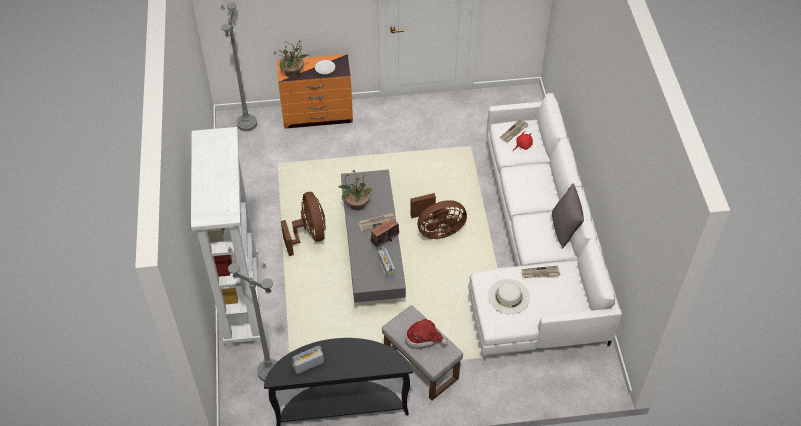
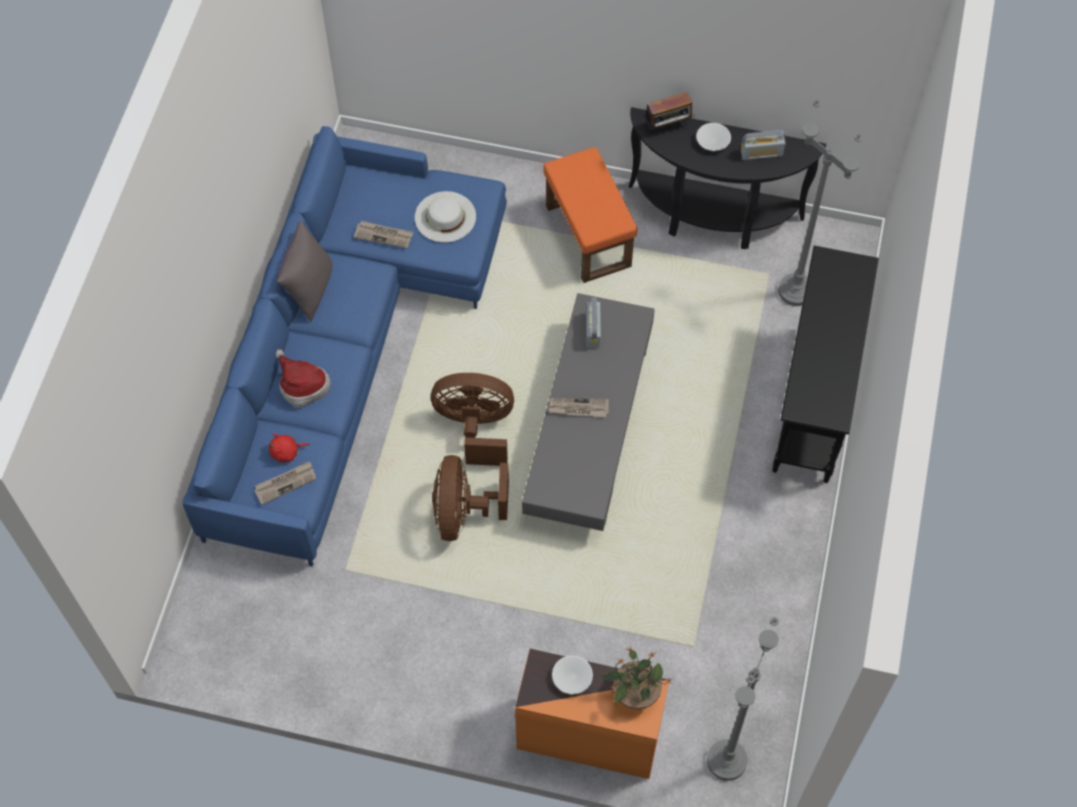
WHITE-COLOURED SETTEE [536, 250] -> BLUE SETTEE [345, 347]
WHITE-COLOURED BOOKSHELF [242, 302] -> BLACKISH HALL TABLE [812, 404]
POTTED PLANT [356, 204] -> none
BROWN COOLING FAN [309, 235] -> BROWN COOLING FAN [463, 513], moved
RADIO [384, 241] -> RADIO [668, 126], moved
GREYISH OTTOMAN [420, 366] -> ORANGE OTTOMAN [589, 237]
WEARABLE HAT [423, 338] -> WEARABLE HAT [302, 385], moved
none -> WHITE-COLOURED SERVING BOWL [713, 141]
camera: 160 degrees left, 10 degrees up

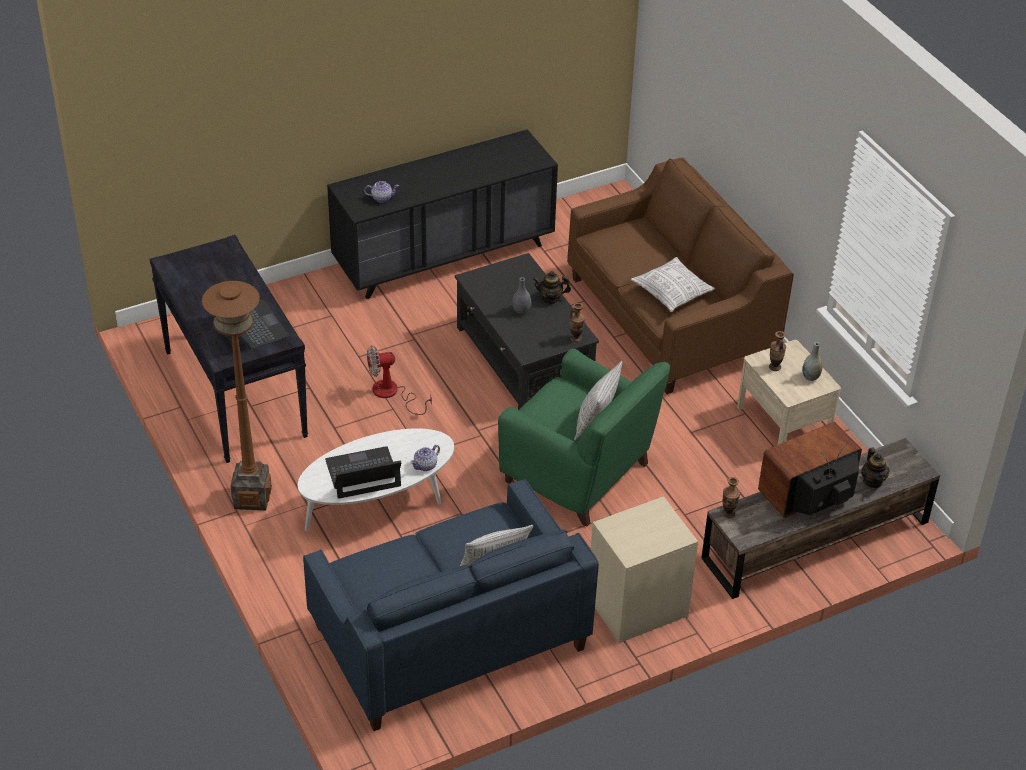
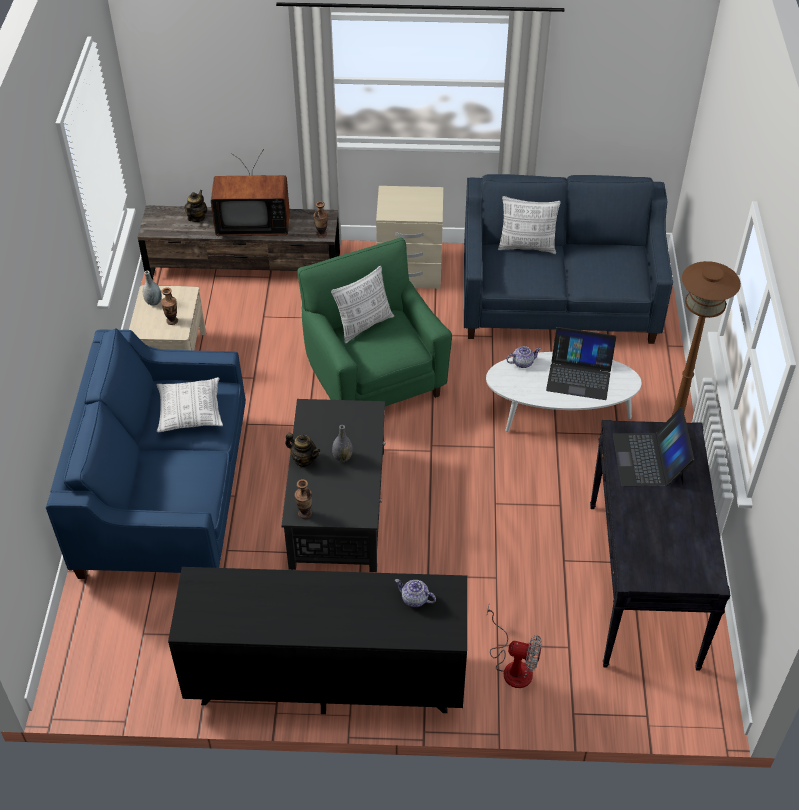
BROWN SETTEE [670, 317] -> BLUE SETTEE [164, 494]
DECORATIVE VASE [576, 338] -> DECORATIVE VASE [305, 513], moved
COOLING FAN [392, 394] -> COOLING FAN [513, 665], moved
camera: 150 degrees left, 5 degrees up

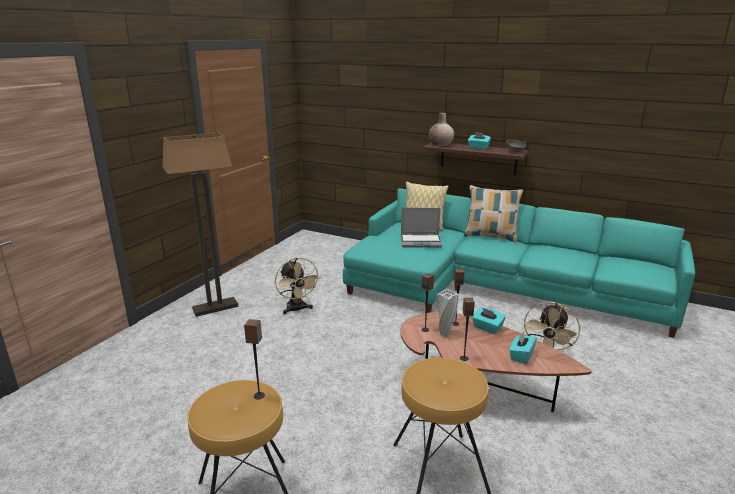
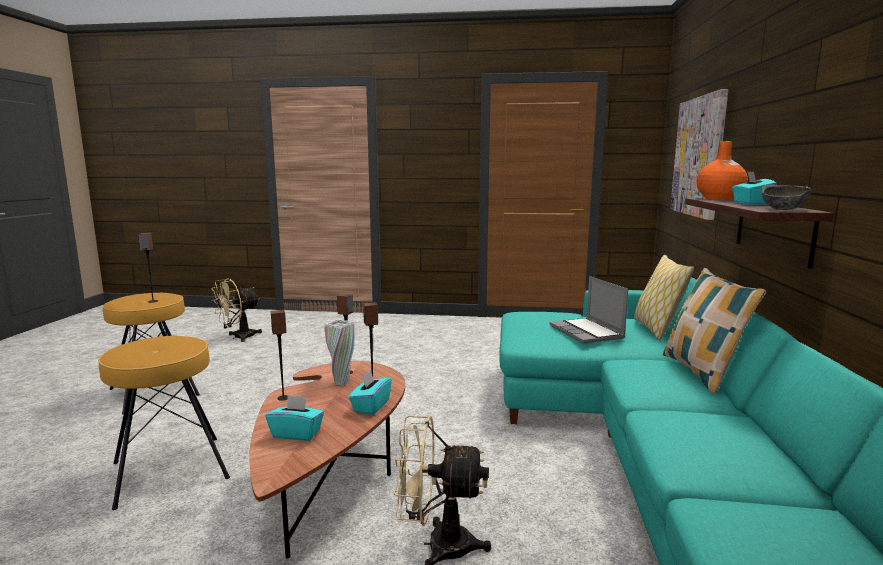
BEIGE DECORATIVE VASE [441, 144] -> ORANGE DECORATIVE VASE [719, 199]
STANDARD LAMP [215, 308] -> none
BEIGE COOLING FAN [297, 310] -> BEIGE COOLING FAN [238, 337], moved
none -> PICTURE [699, 156]
camera: 70 degrees right, 10 degrees down

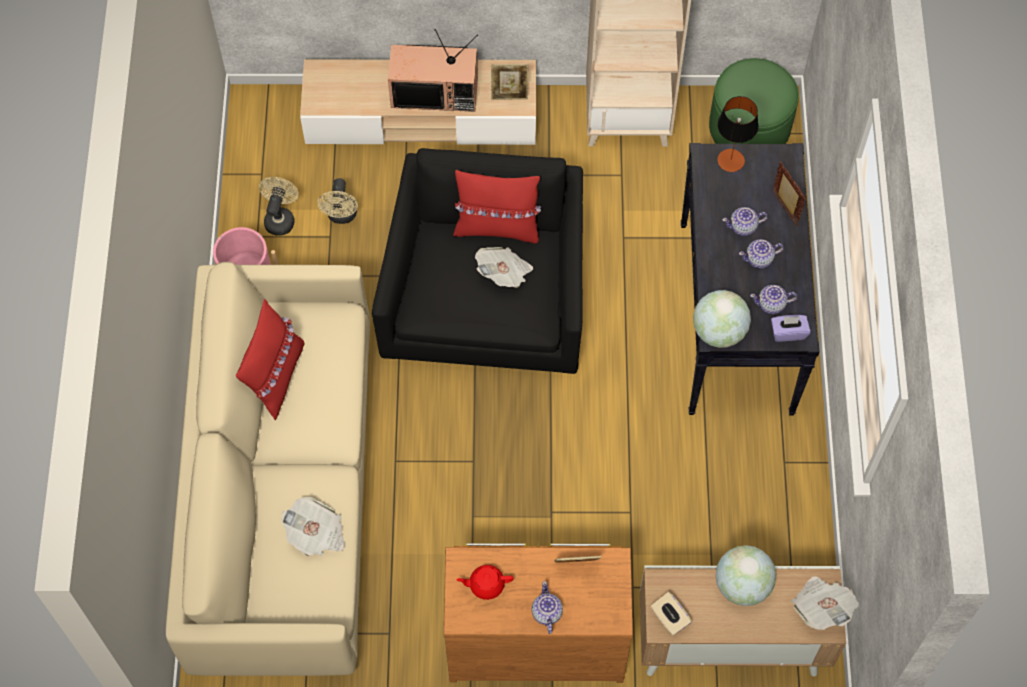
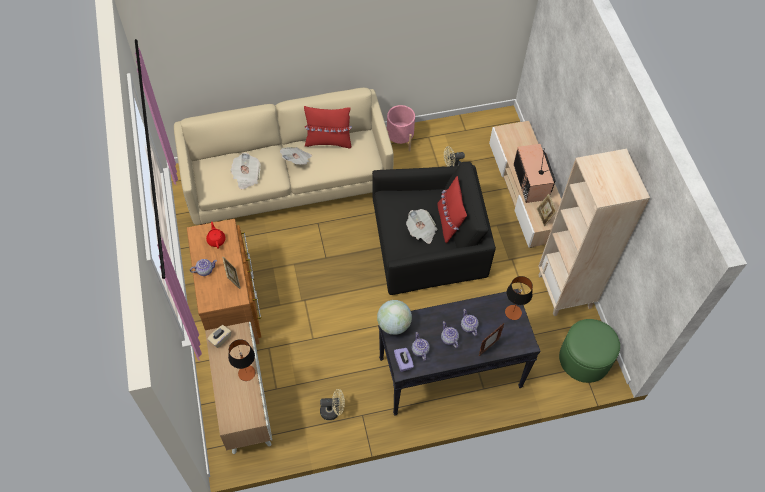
BEIGE COOLING FAN [280, 218] -> BEIGE COOLING FAN [333, 411], moved
DESK GLOBE [742, 585] -> TABLETOP LAMP [246, 373]
NEWSPAPER [821, 607] -> NEWSPAPER [297, 160], moved
camera: 75 degrees right, 5 degrees down

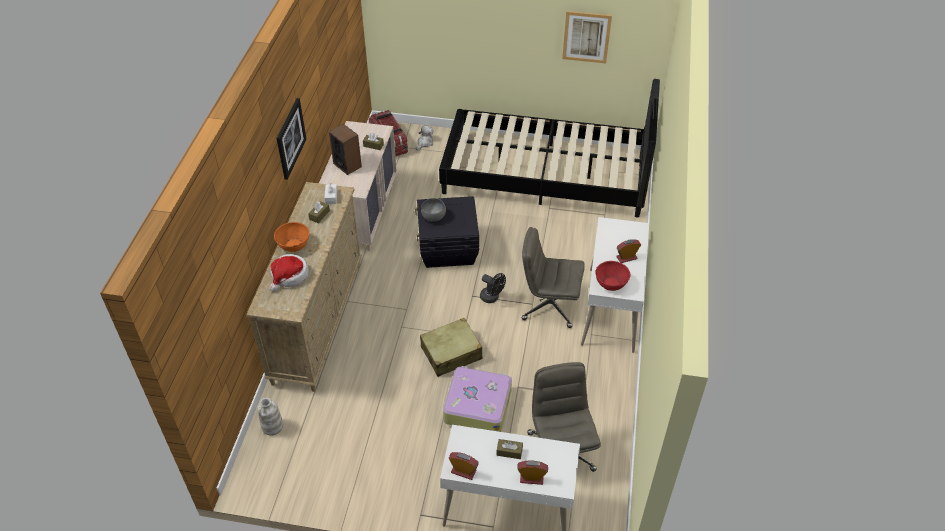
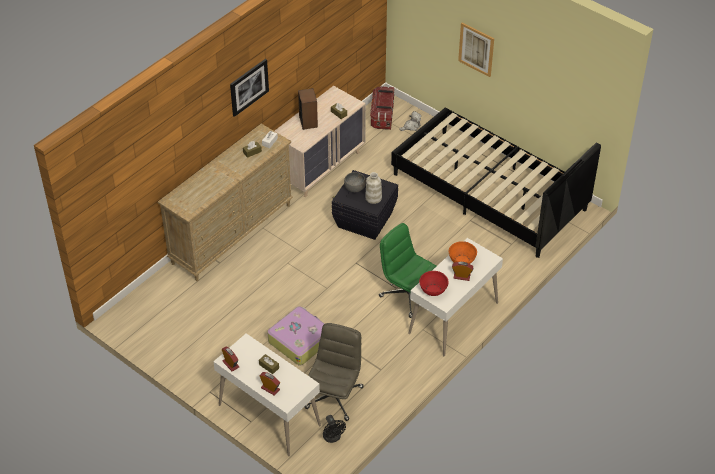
PICTURE [586, 37] -> PICTURE [476, 49], moved
ORANGE SERVING BOWL [294, 245] -> ORANGE SERVING BOWL [462, 260], moved
GREYISH OFFICE CHAIR [549, 306] -> GREEN-COLOURED OFFICE CHAIR [408, 295]
WEARABLE HAT [289, 276] -> none
BLACKISH COOLING FAN [492, 298] -> BLACKISH COOLING FAN [333, 438], moved
BEIGE TRAVEL CASE [451, 353] -> none
WHITE-COLOURED DECORATIVE VASE [272, 427] -> WHITE-COLOURED DECORATIVE VASE [373, 198], moved
camera: 30 degrees right, 0 degrees up

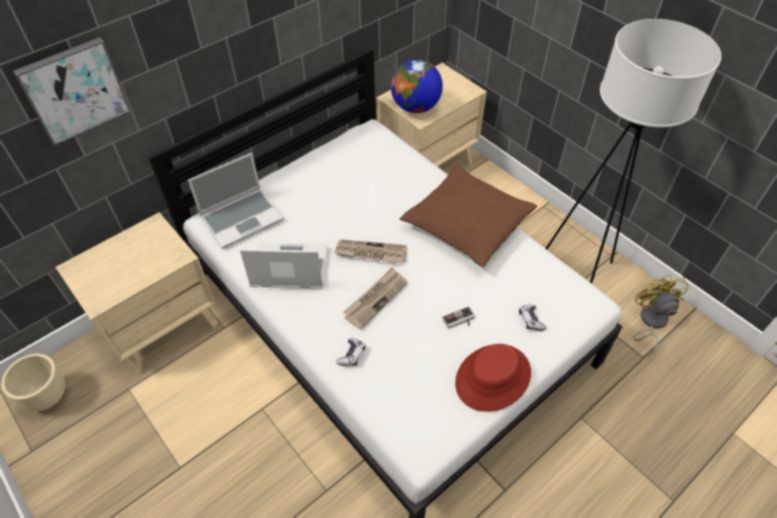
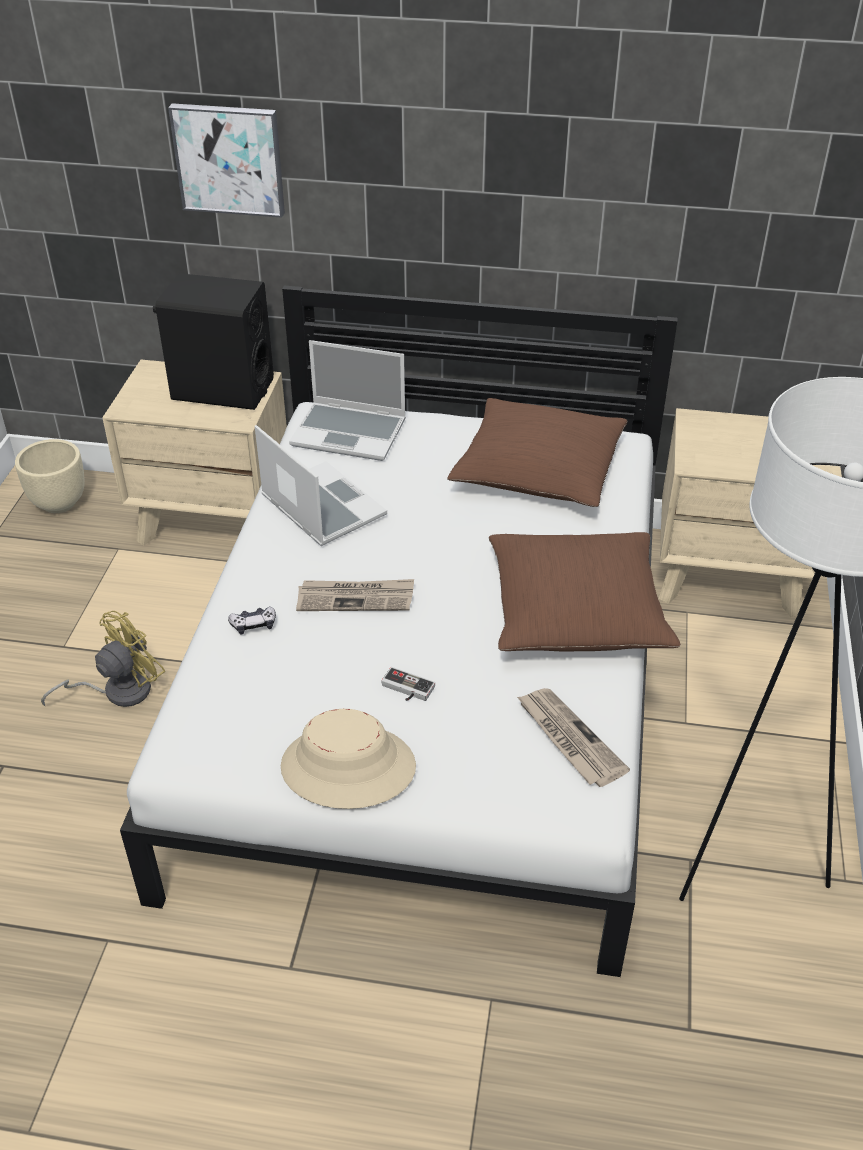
DESK GLOBE [415, 107] -> none
NEWSPAPER [370, 253] -> NEWSPAPER [569, 739], moved
YELLOW COOLING FAN [650, 322] -> YELLOW COOLING FAN [118, 691], moved
GAMEPAD [531, 320] -> none
RED WEARABLE HAT [493, 378] -> BEIGE WEARABLE HAT [348, 767]
none -> BLACKISH AUDIO SPEAKER [222, 389]
none -> BROWN THROW PILLOW [538, 470]
camera: 50 degrees right, 10 degrees down

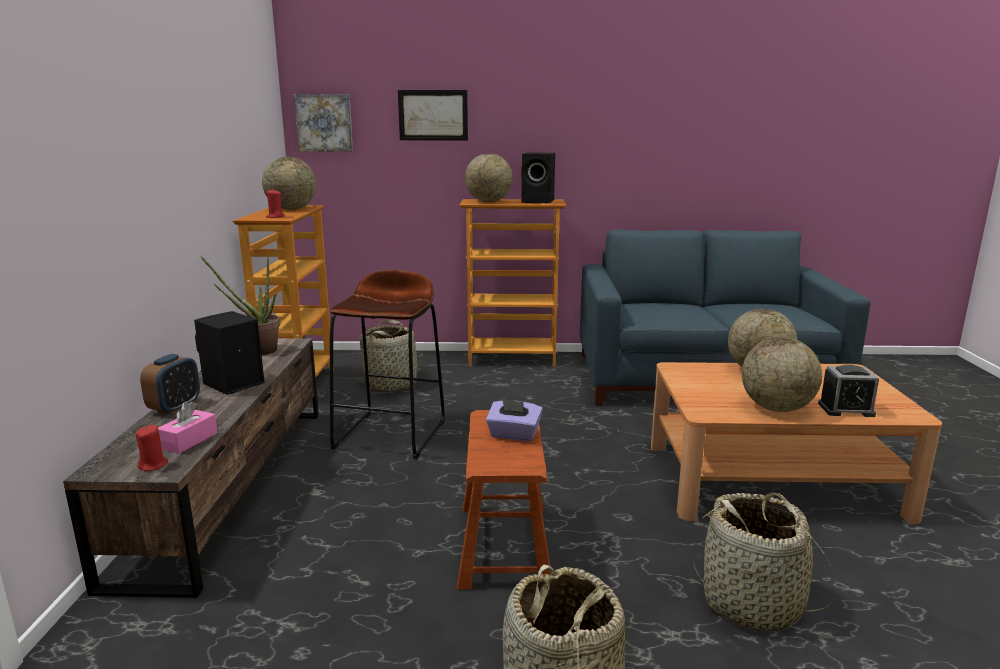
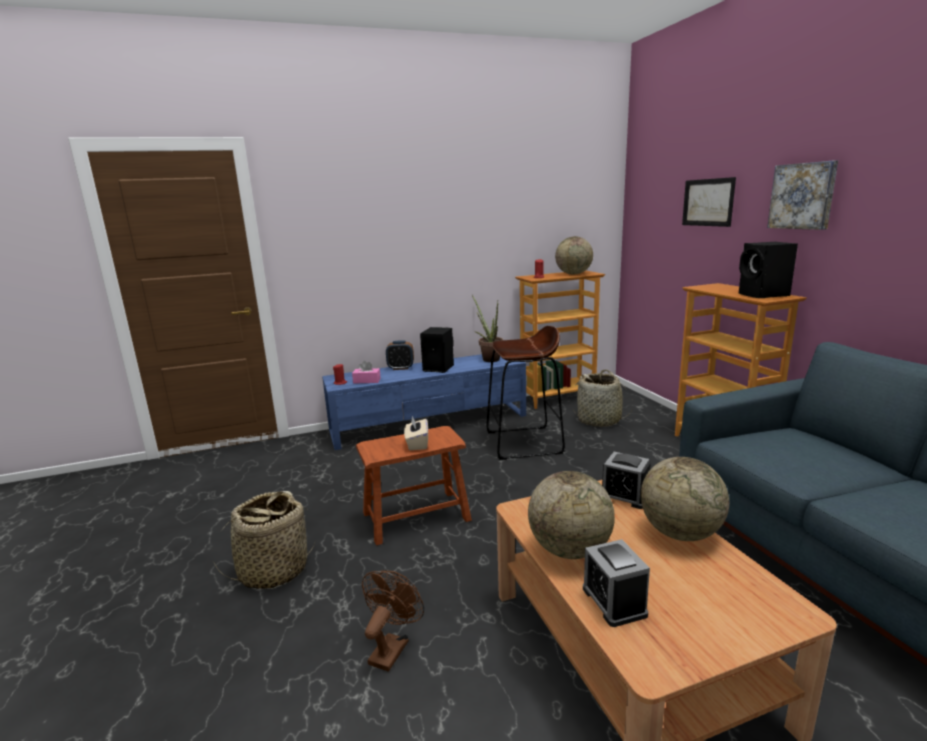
PICTURE [324, 123] -> PICTURE [803, 196], moved
DESK GLOBE [488, 201] -> none
BROWN MEDIA CONSOLE [231, 483] -> BLUE MEDIA CONSOLE [430, 423]
PURPLE BOX OF TISSUES [513, 435] -> BEIGE BOX OF TISSUES [417, 444]
BASKET [752, 604] -> BROWN COOLING FAN [392, 647]
none -> TABLE CLOCK [624, 496]
camera: 70 degrees right, 0 degrees up

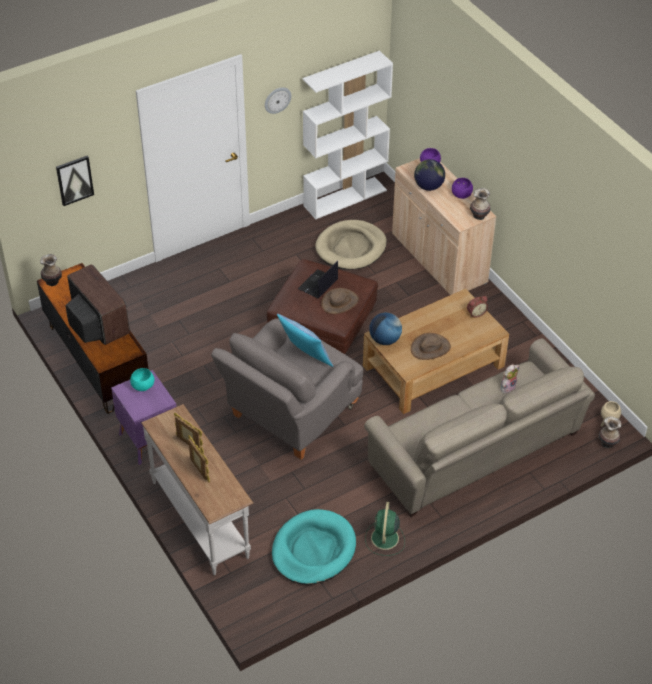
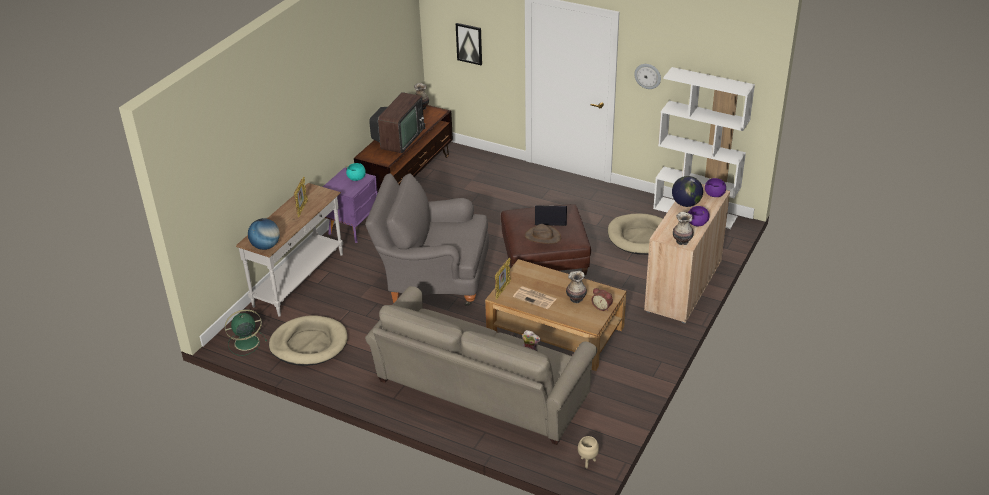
DESK GLOBE [385, 340] -> DESK GLOBE [266, 246], moved
THROW PILLOW [305, 358] -> none
BROWN WEARABLE HAT [430, 348] -> NEWSPAPER [535, 298]
DECORATIVE VASE [607, 443] -> DECORATIVE VASE [576, 299], moved
STANDING FRAME [199, 470] -> STANDING FRAME [502, 290], moved
GREEN-COLOURED COOLING FAN [384, 539] -> GREEN-COLOURED COOLING FAN [245, 343], moved
TURQUOISE DOG BED [313, 550] -> BEIGE DOG BED [309, 344]
camera: 60 degrees right, 10 degrees down

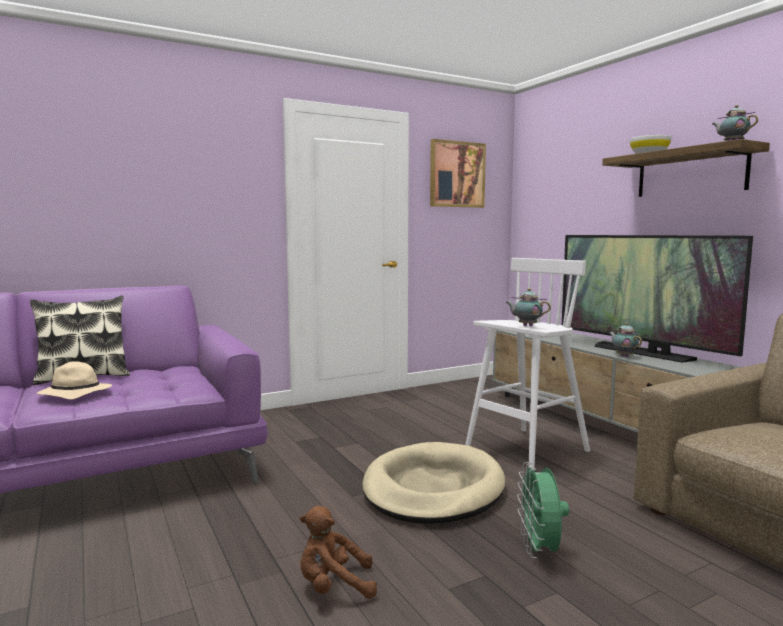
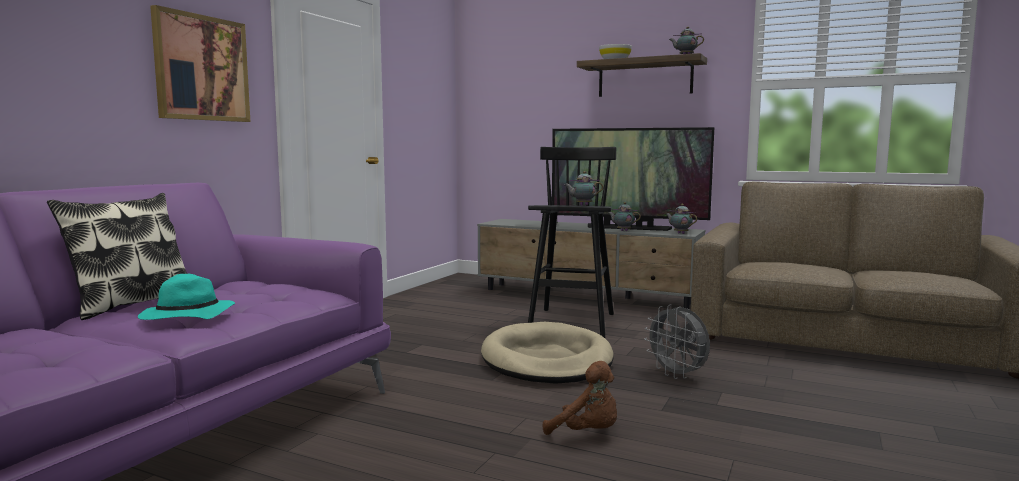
PICTURE [457, 174] -> PICTURE [201, 68], moved
WHITE-COLOURED STOOL [525, 452] -> BLACKISH STOOL [572, 324]
BEIGE WEARABLE HAT [74, 394] -> TURQUOISE WEARABLE HAT [186, 317]
GREEN-COLOURED COOLING FAN [539, 550] -> GREYISH COOLING FAN [677, 375]
BROWN SOFT TOY [334, 587] -> BROWN SOFT TOY [587, 433], 105 degrees counterclockwise
none -> TEAPOT [680, 233]
camera: 35 degrees left, 0 degrees up

